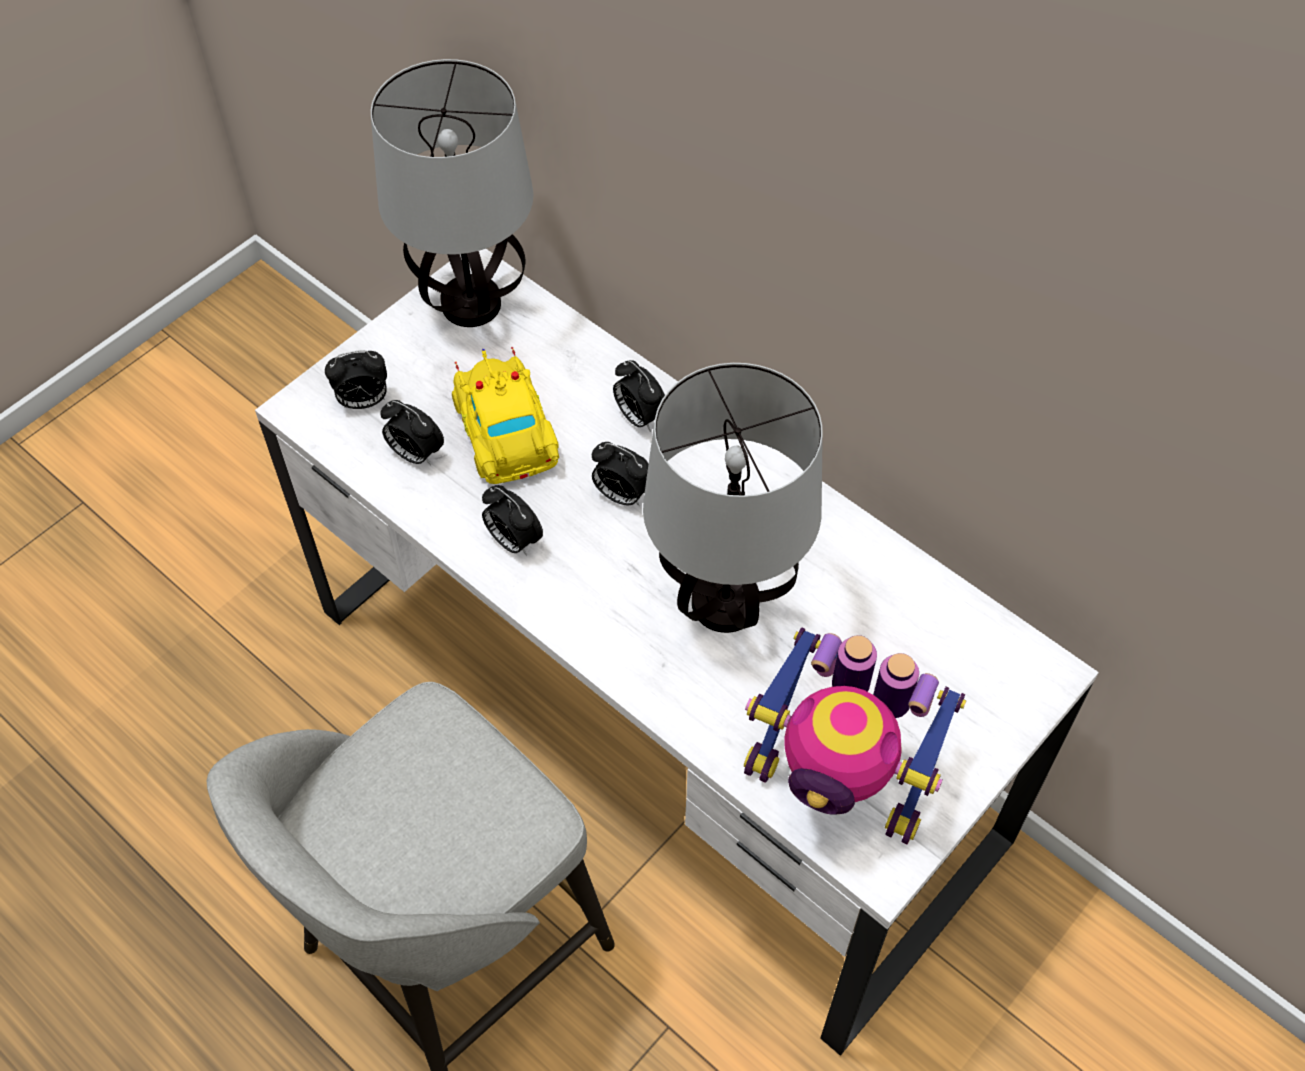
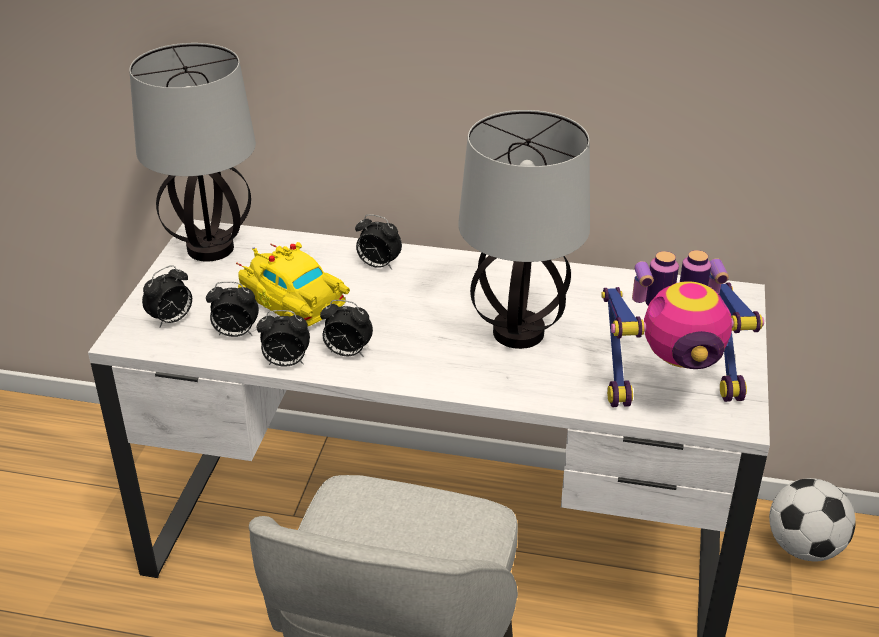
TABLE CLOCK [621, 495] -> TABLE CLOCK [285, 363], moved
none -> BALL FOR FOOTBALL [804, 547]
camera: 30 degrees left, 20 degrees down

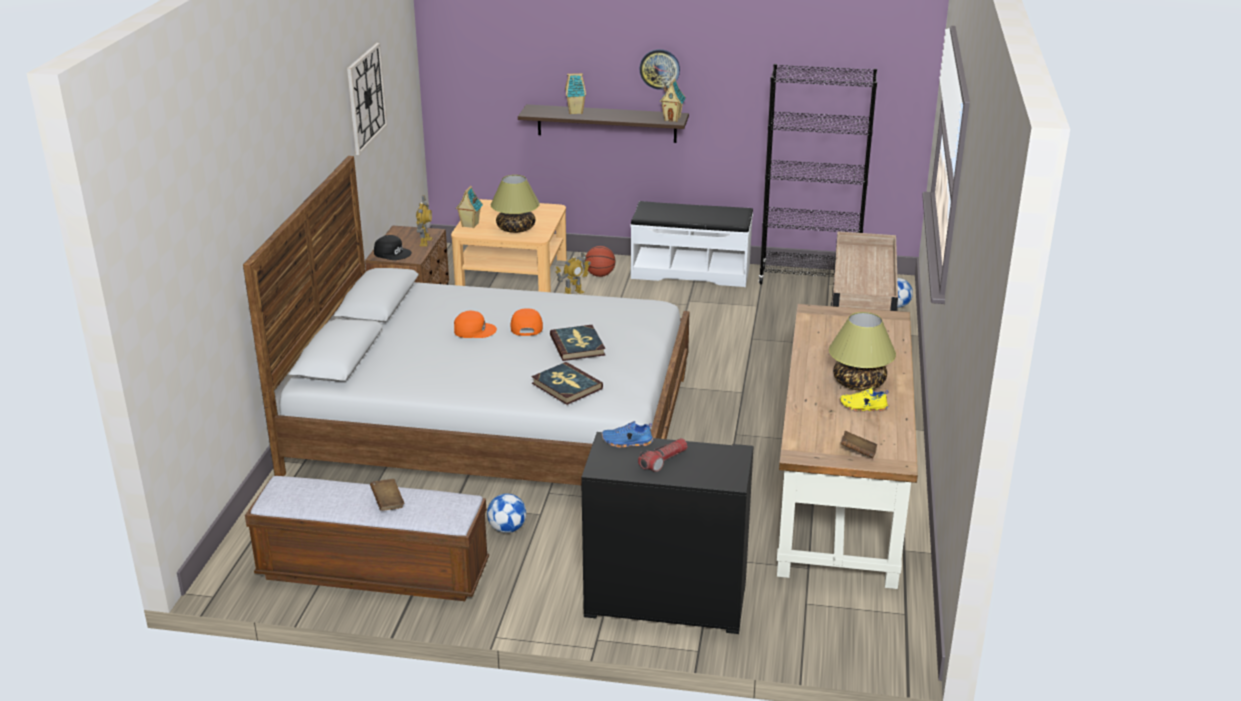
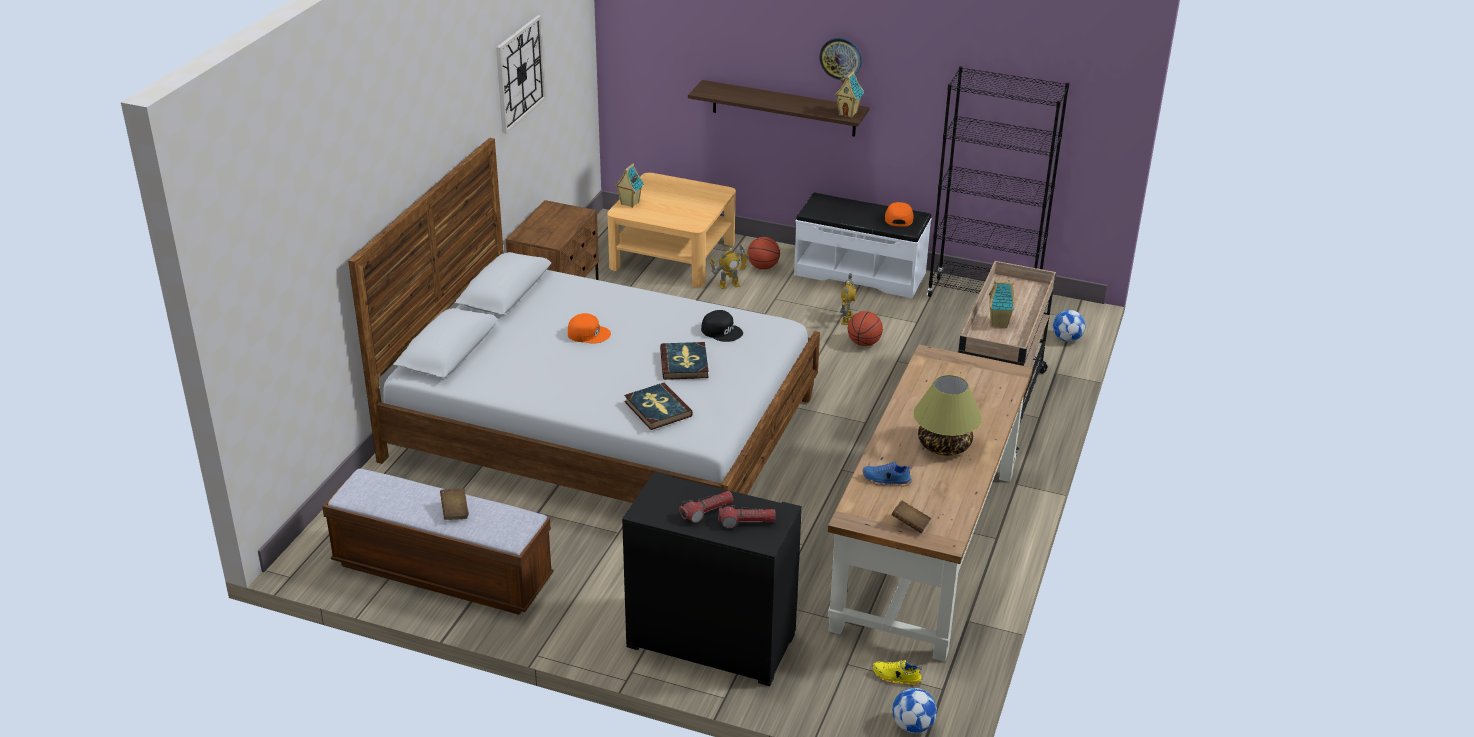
TOY HOUSE [576, 112] -> TOY HOUSE [999, 323], moved
TABLETOP LAMP [516, 228] -> none
MODEL ROBOT [425, 242] -> MODEL ROBOT [846, 319], moved
BLACKISH CAP [392, 253] -> BLACKISH CAP [722, 331], moved
ORANGE CAP [526, 326] -> ORANGE CAP [898, 218], moved
YELLOW ITEM OF FOOTWEAR [863, 407] -> YELLOW ITEM OF FOOTWEAR [896, 678], moved
BLUE ITEM OF FOOTWEAR [627, 443] -> BLUE ITEM OF FOOTWEAR [886, 481], moved
BALL FOR FOOTBALL [507, 529] -> BALL FOR FOOTBALL [912, 725], moved
none -> BASKETBALL BALL [864, 343]
none -> TORCH [746, 522]
camera: 10 degrees right, 5 degrees up

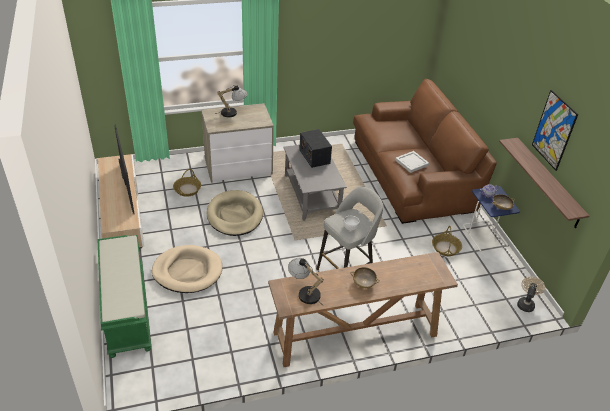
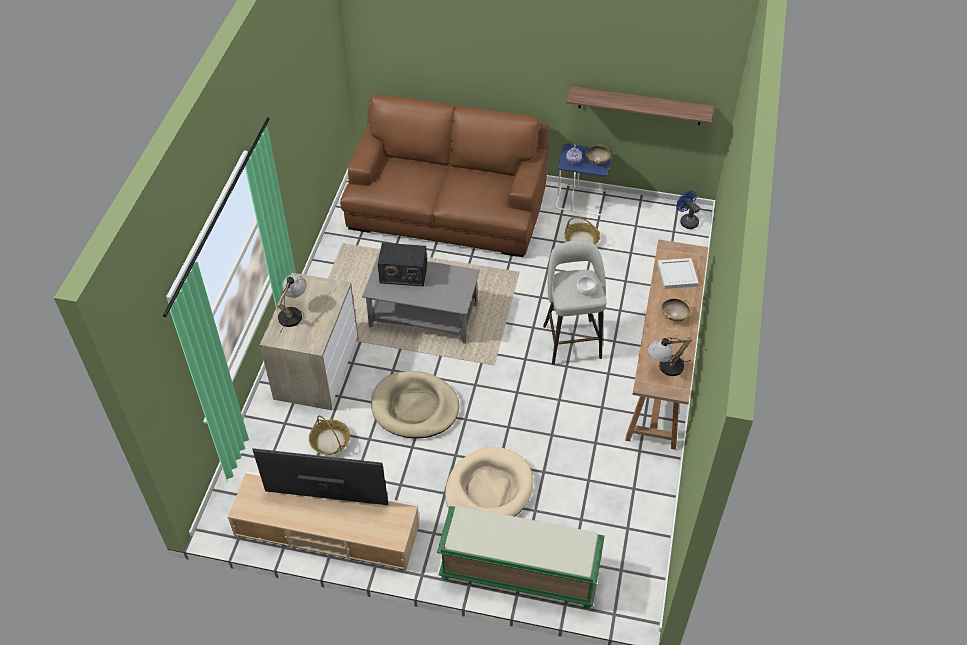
PICTURE [554, 130] -> none
WHITE-COLOURED SERVING TRAY [411, 163] -> WHITE-COLOURED SERVING TRAY [678, 275], moved
BEIGE COOLING FAN [526, 303] -> BLUE COOLING FAN [686, 221]
camera: 60 degrees left, 10 degrees up

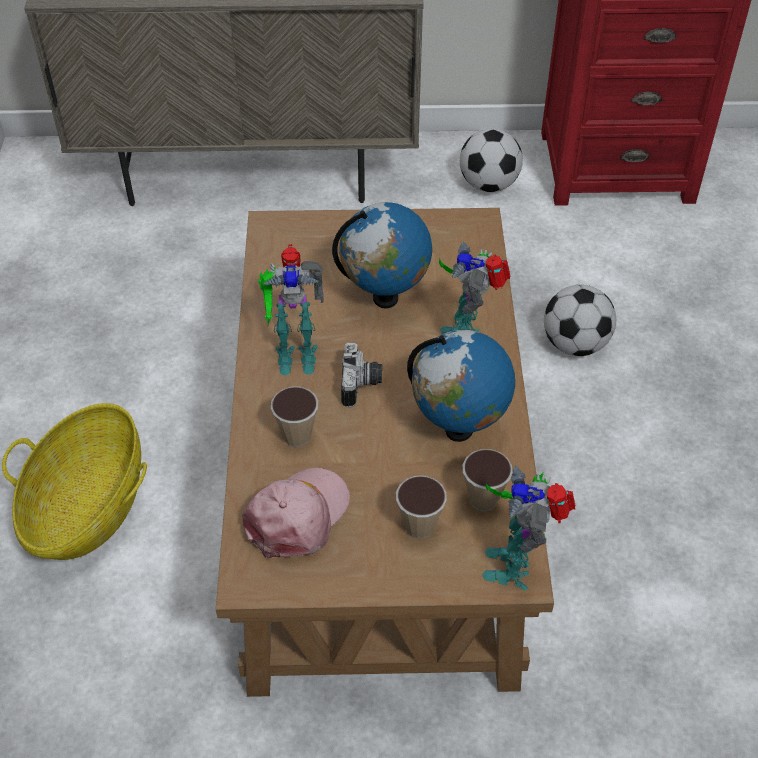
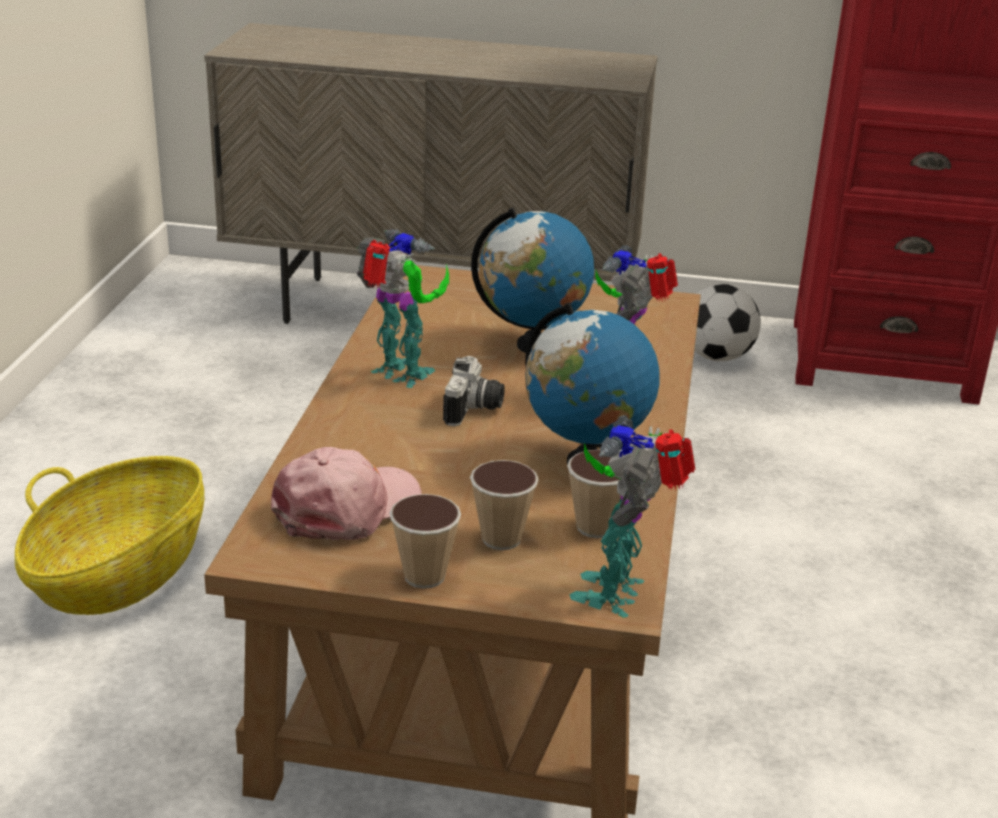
MODEL ROBOT [294, 354] -> MODEL ROBOT [401, 375], 150 degrees counterclockwise
BALL FOR FOOTBALL [575, 344] -> none
SMALL CUP [297, 436] -> SMALL CUP [424, 576], moved
camera: 10 degrees right, 20 degrees down

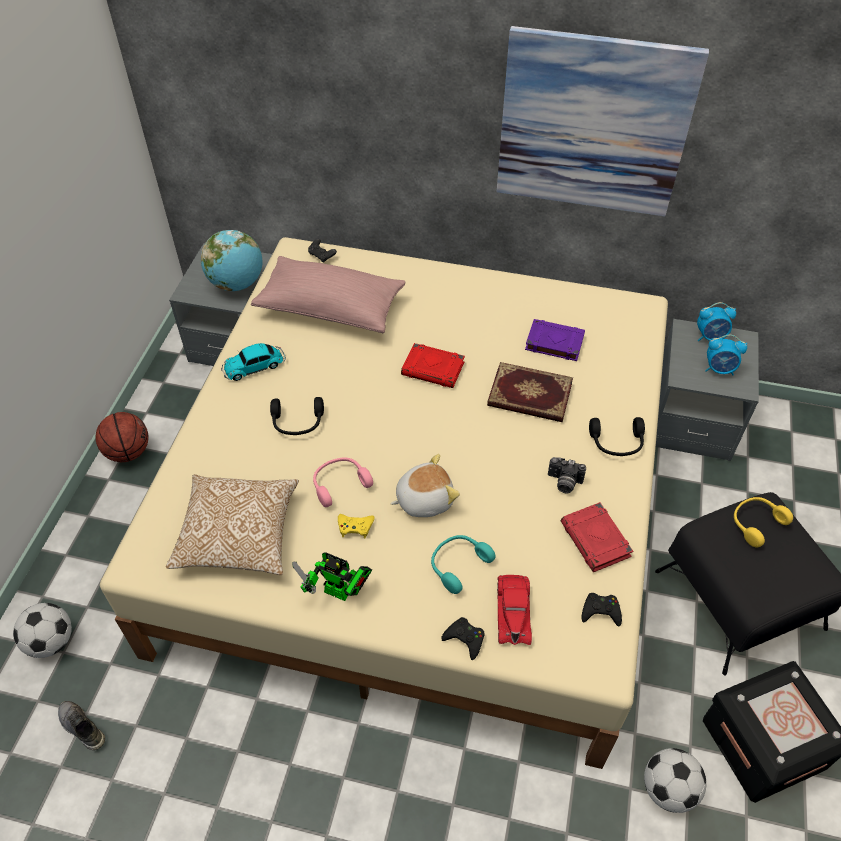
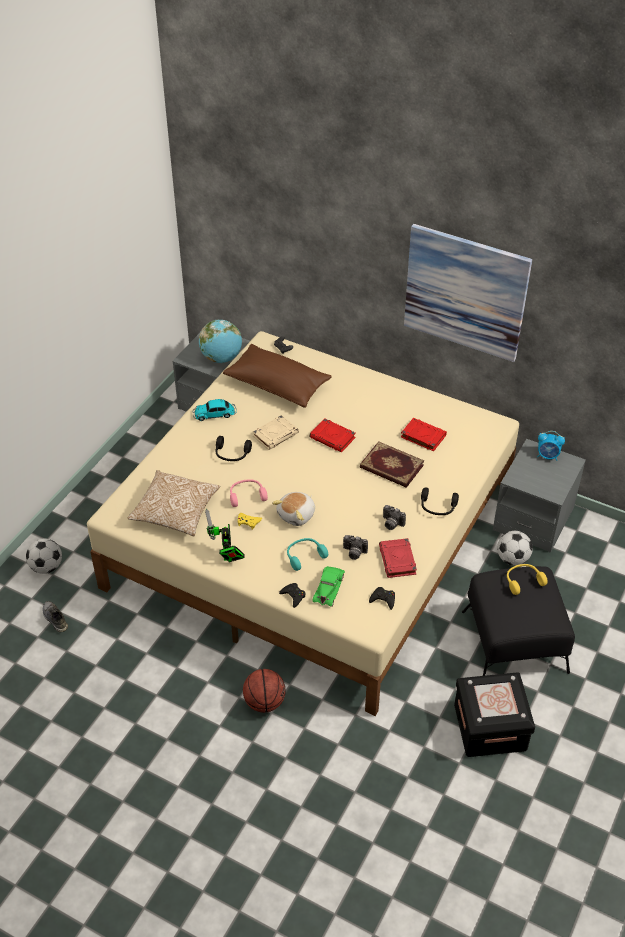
PINK THROW PILLOW [331, 308] -> BROWN THROW PILLOW [277, 385]
PURPLE BOOK [553, 343] -> RED BOOK [422, 436]
TABLE CLOCK [719, 369] -> none
BASKETBALL BALL [128, 451] -> BASKETBALL BALL [264, 702], moved
SOFT TOY [424, 499] -> SOFT TOY [297, 515], 135 degrees clockwise
MODEL ROBOT [341, 593] -> MODEL ROBOT [227, 556], 45 degrees clockwise
RED MODEL CAR [513, 611] -> GREEN-COLOURED MODEL CAR [328, 588]
BALL FOR FOOTBALL [668, 789] -> BALL FOR FOOTBALL [512, 559], moved
none -> BEIGE BOOK [275, 435]
none -> STILL CAMERA [354, 553]
camera: 15 degrees right, 5 degrees down

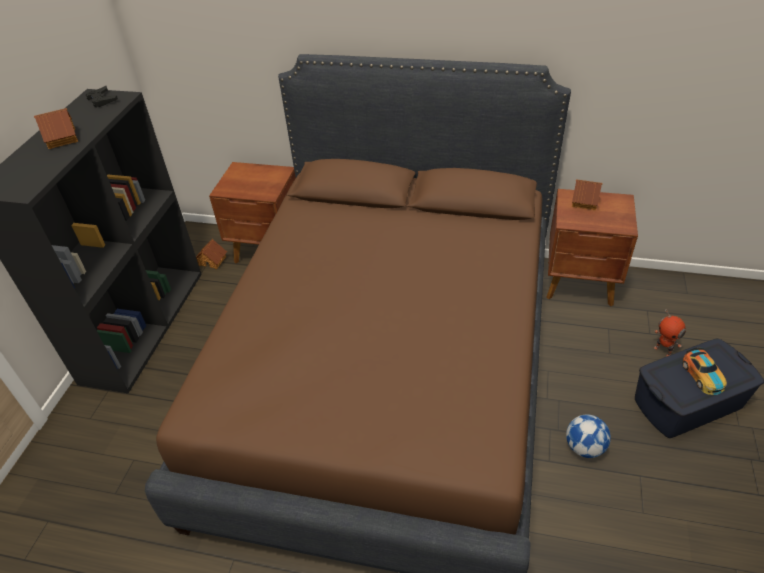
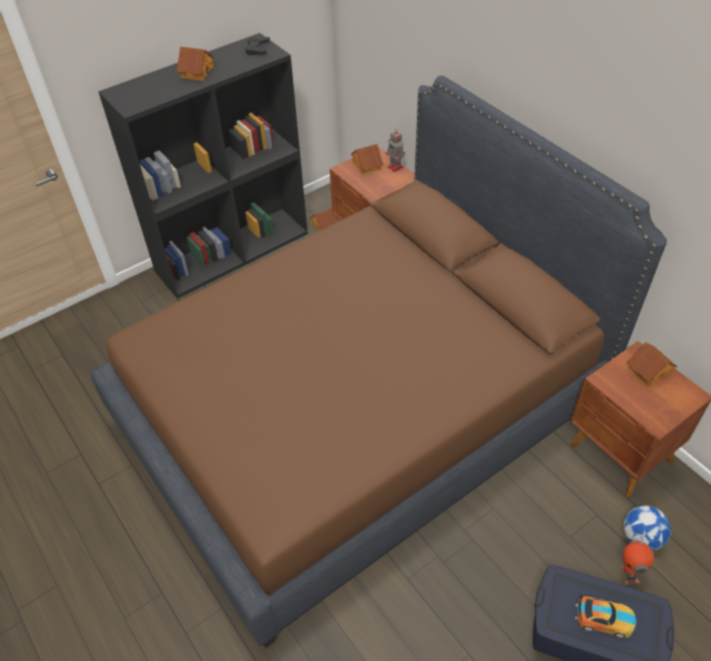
MODEL CAR [703, 375] -> MODEL CAR [604, 619], 105 degrees counterclockwise
BALL FOR FOOTBALL [584, 447] -> BALL FOR FOOTBALL [641, 538], moved
none -> MODEL ROBOT [396, 167]
none -> TOY HOUSE [366, 165]
camera: 40 degrees right, 5 degrees up

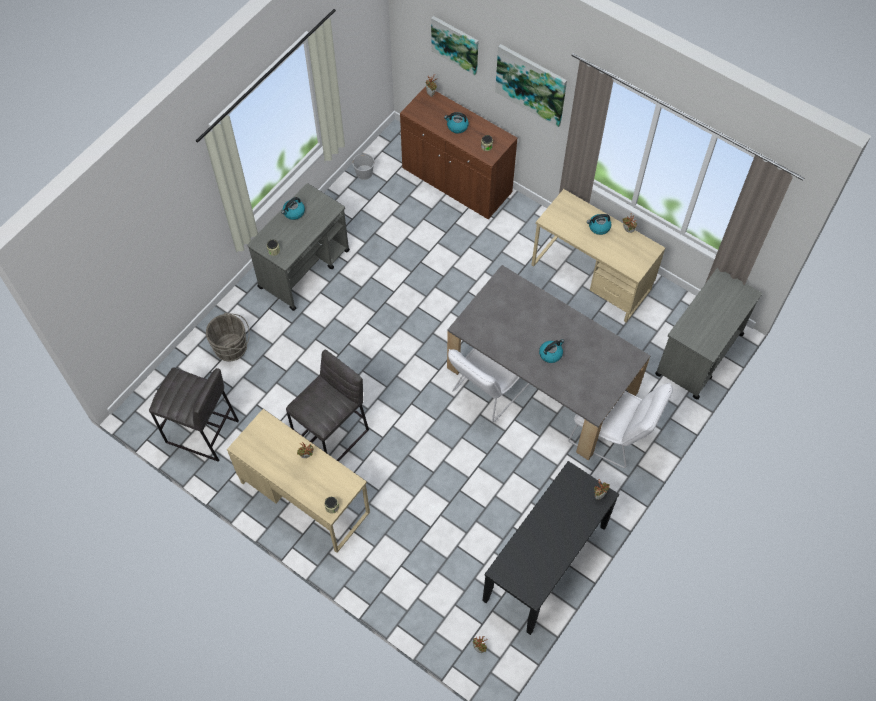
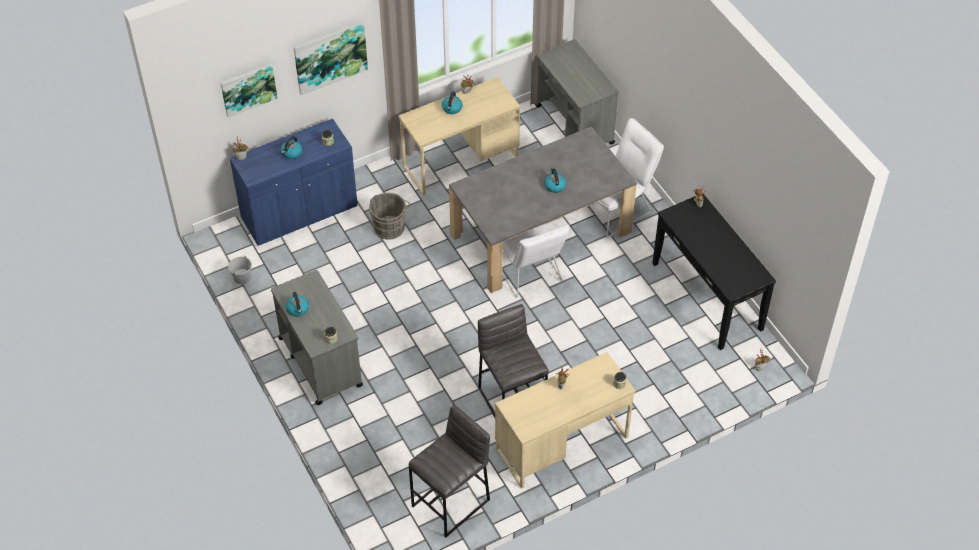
BROWN CABINET [456, 181] -> BLUE CABINET [299, 212]
GREYISH PAIL [233, 347] -> GREYISH PAIL [390, 226], moved
camera: 65 degrees left, 10 degrees down

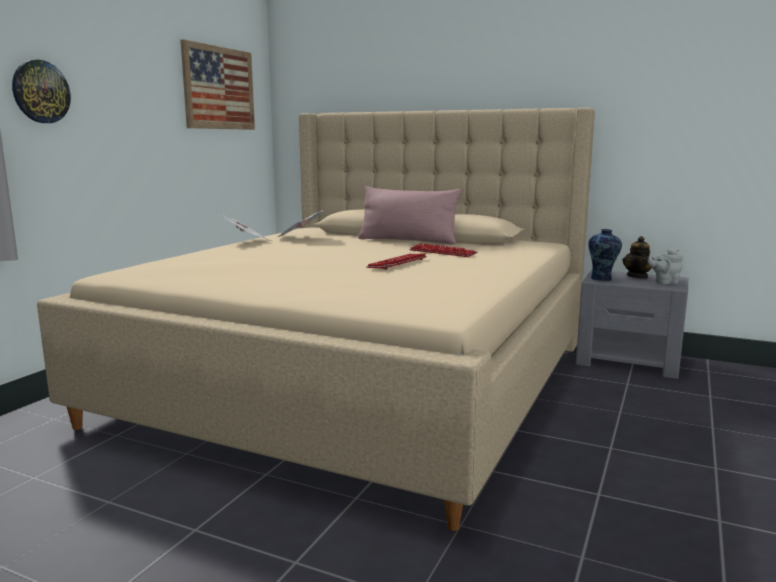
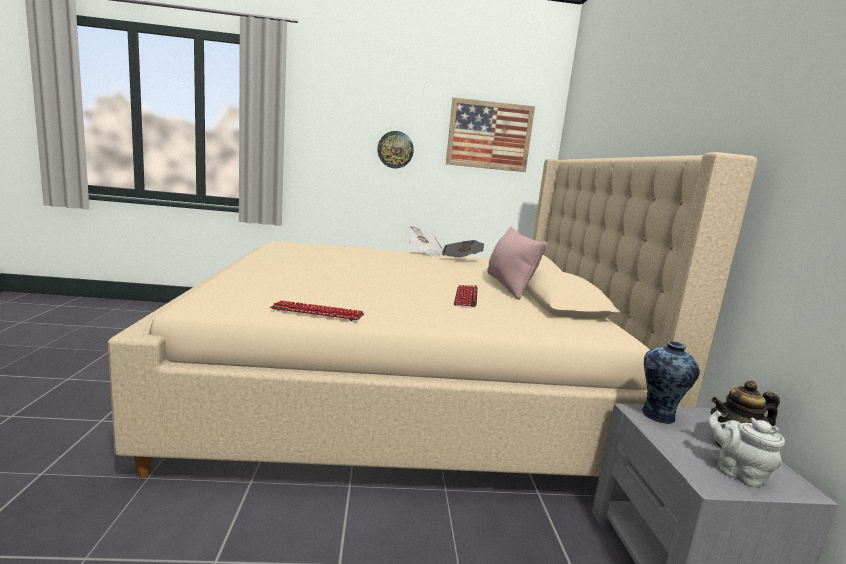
WALL CLOCK [41, 92] -> WALL CLOCK [395, 149], moved
KEYBOARD [397, 263] -> KEYBOARD [317, 313], moved
camera: 60 degrees right, 0 degrees up

